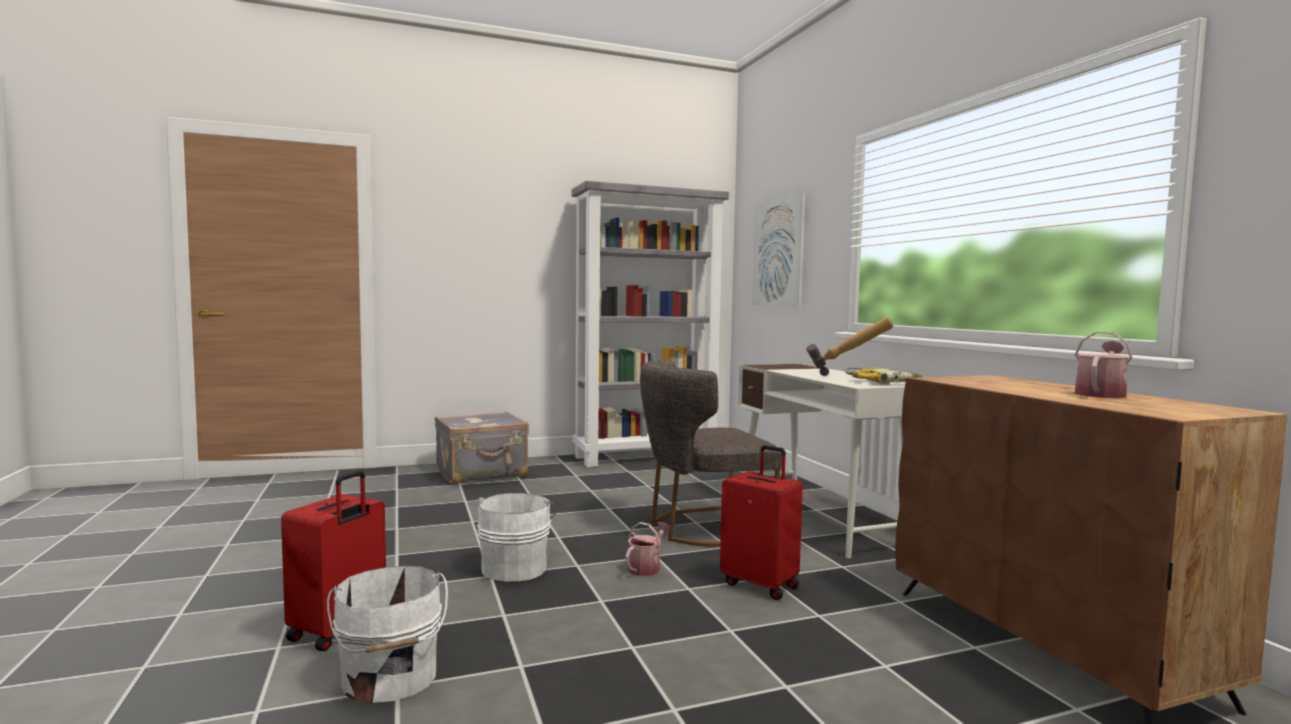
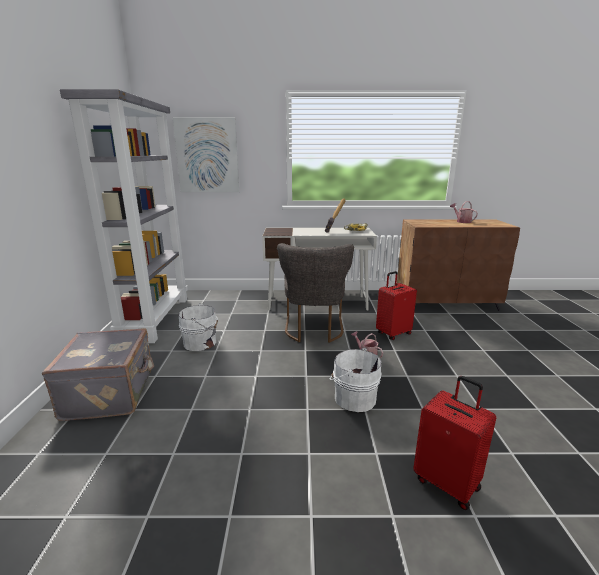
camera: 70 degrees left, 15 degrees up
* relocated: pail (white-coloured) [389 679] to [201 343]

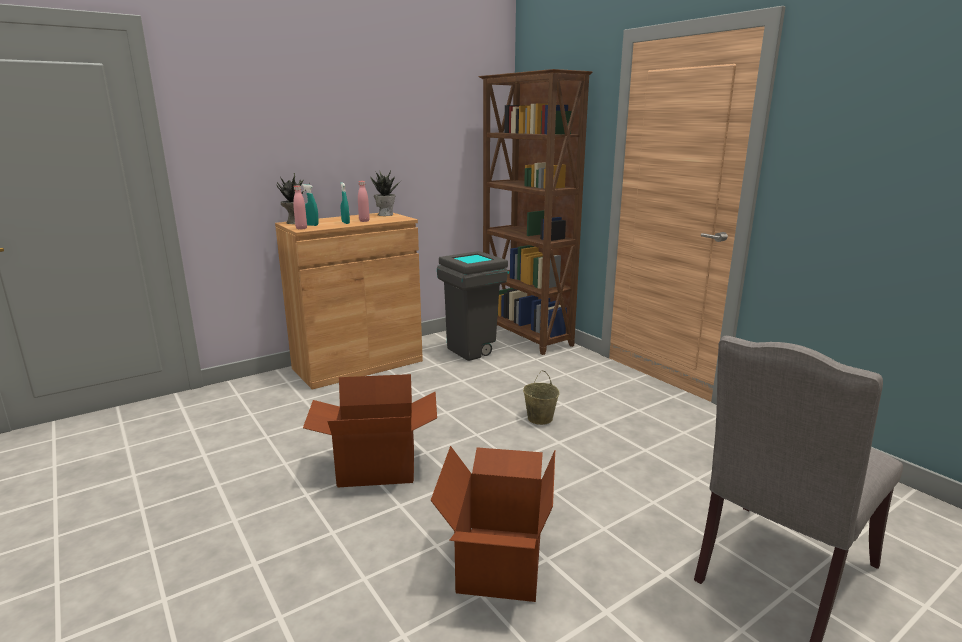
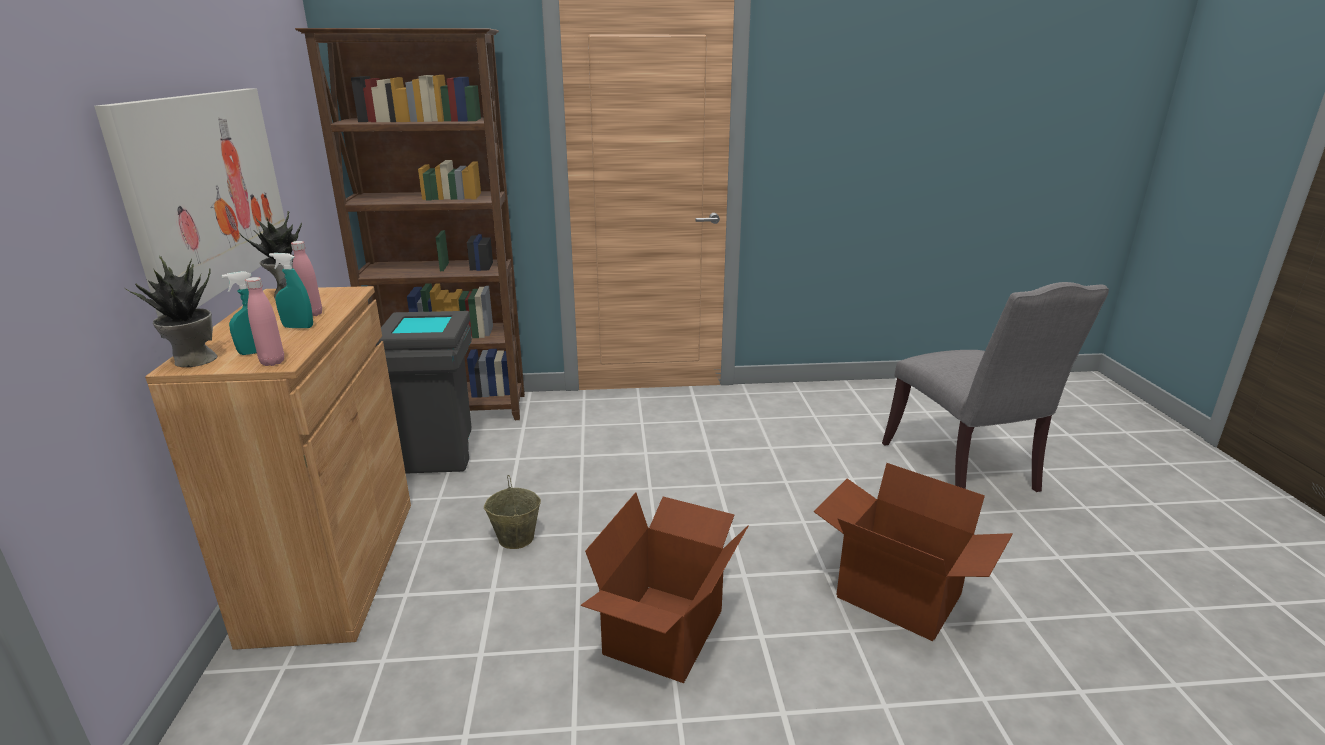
camera: 60 degrees left, 5 degrees up
* relocated: pail (beige-coloured) [539 418] to [515 538]
* appeared: wall art [208 192]

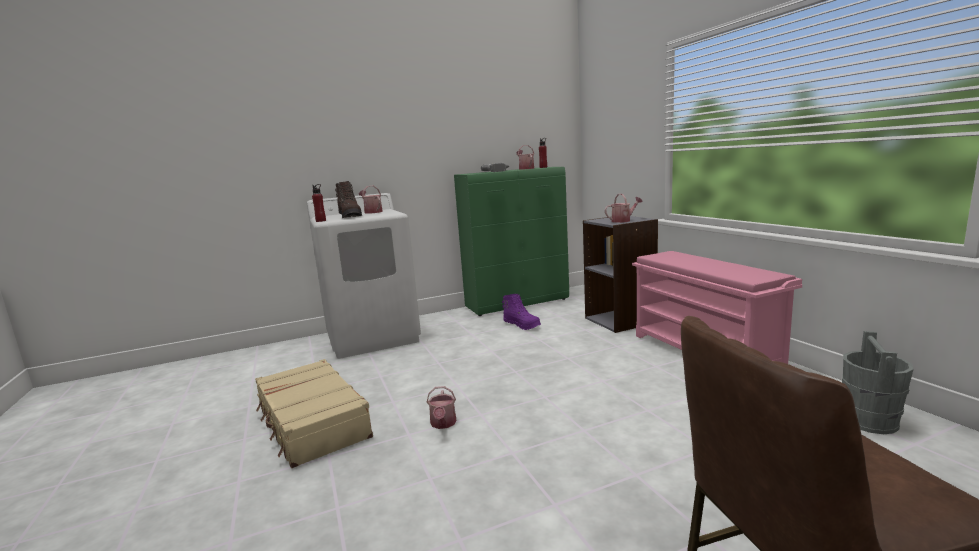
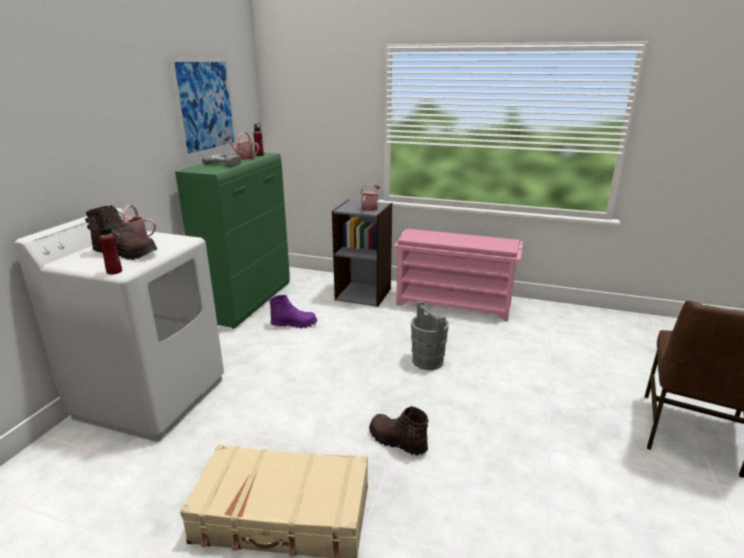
camera: 50 degrees left, 10 degrees up
* exchanged: watering pot [443 424] to tall boot (brown) [397 441]
* relocated: pail (grey) [869 421] to [427 361]
* appeared: wall art [206 106]

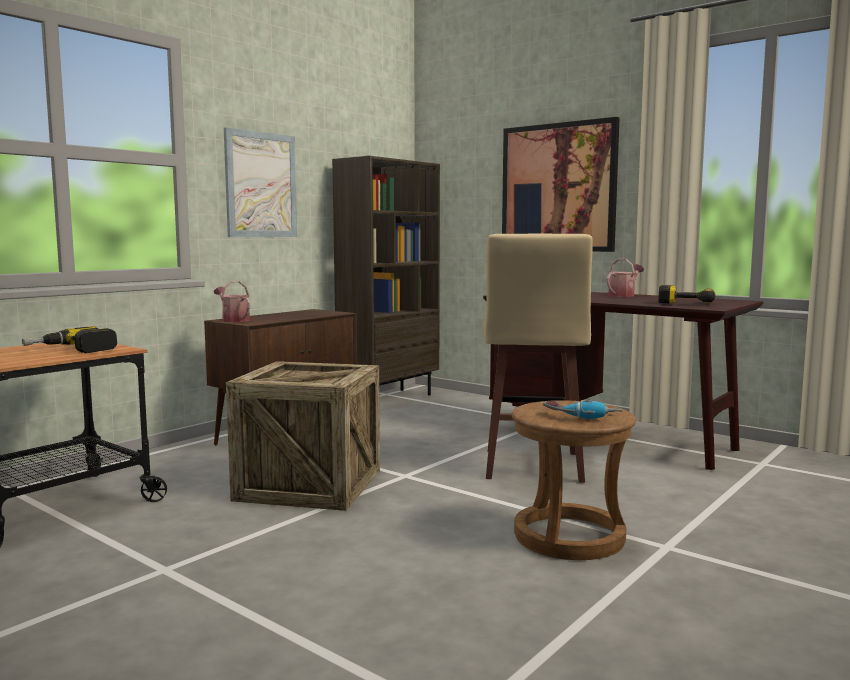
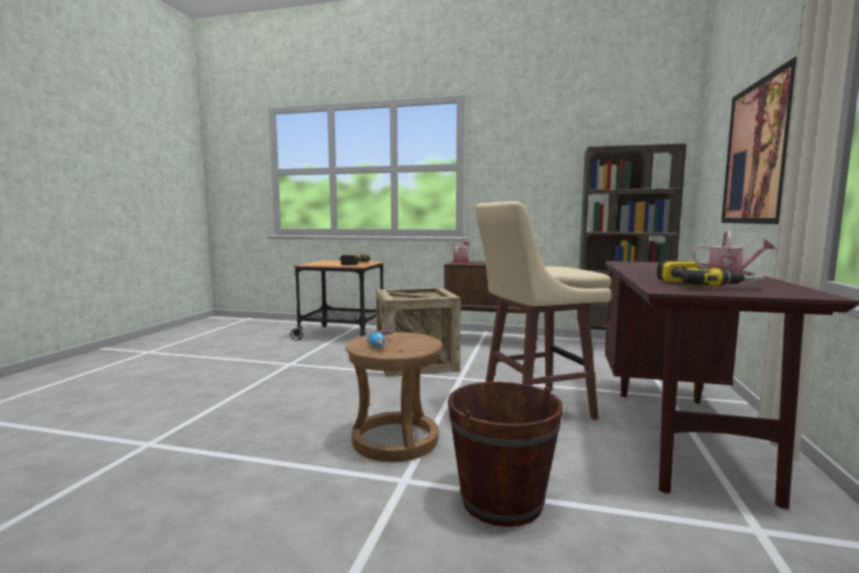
camera: 65 degrees right, 0 degrees up
* missing: wall art [261 185]
* appeared: pail (brown) [501 500]

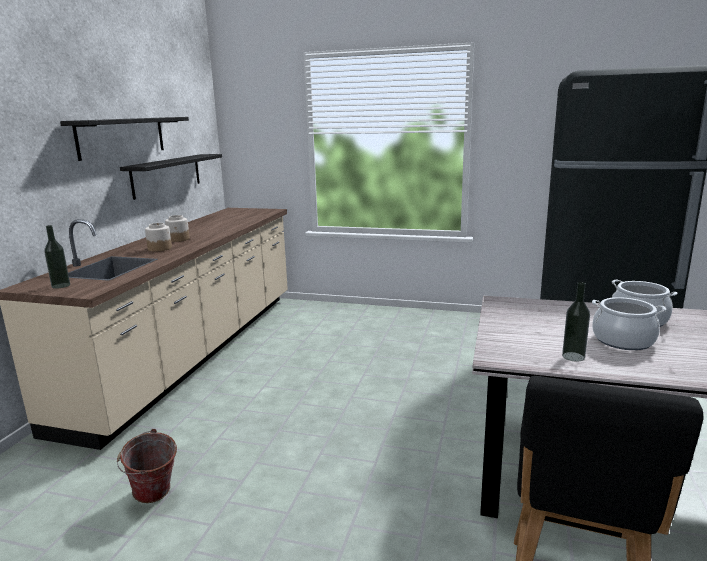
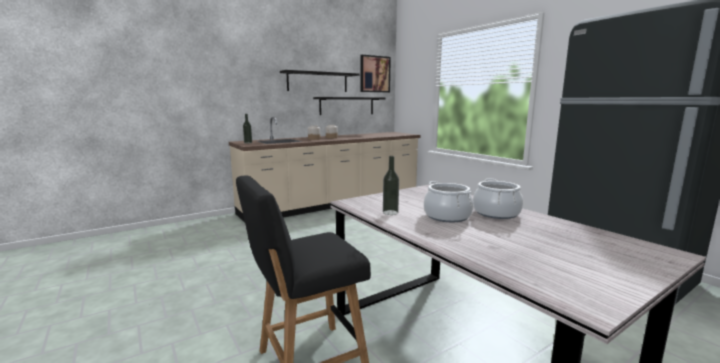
camera: 40 degrees right, 5 degrees down
* missing: pail [154 497]
* appeared: wall art [374 74]

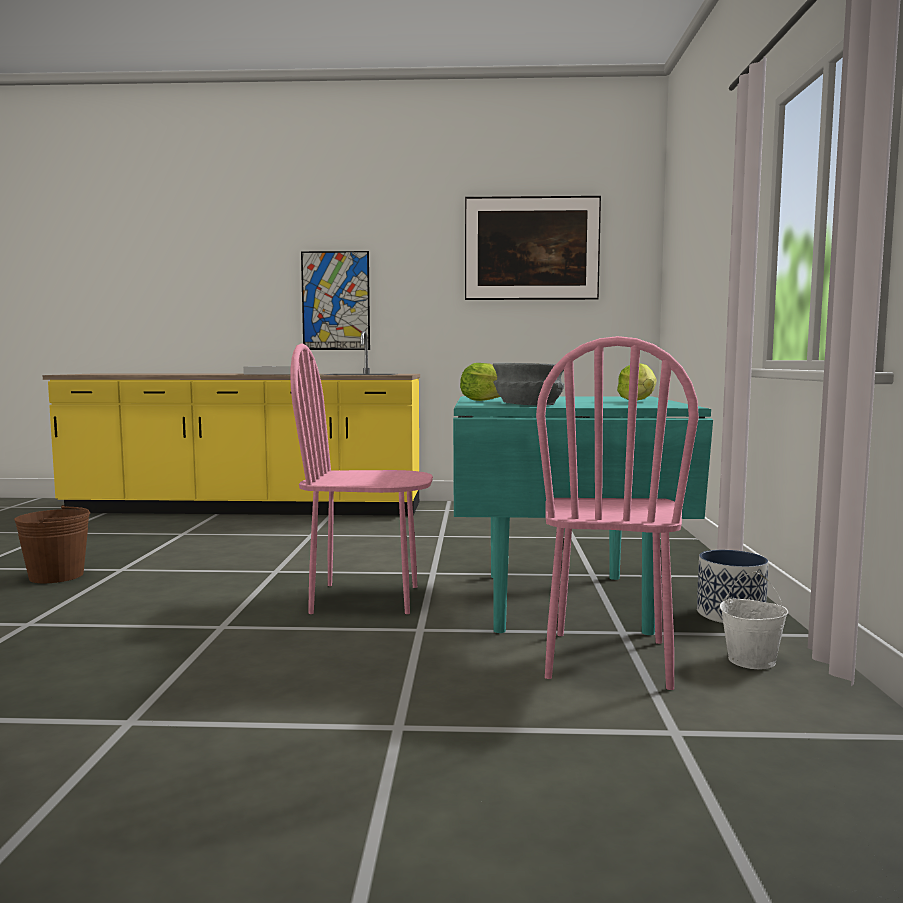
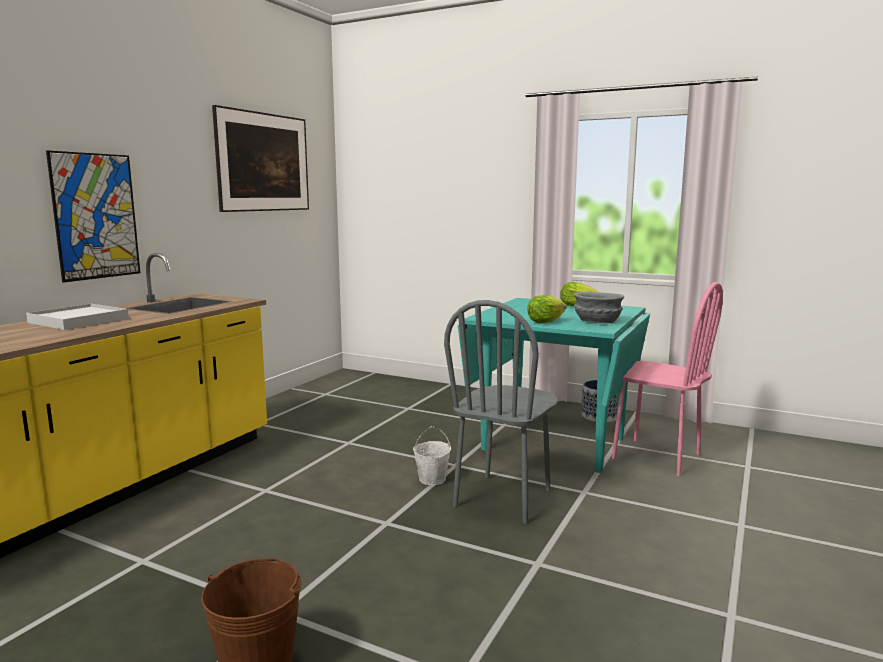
camera: 65 degrees left, 5 degrees up
* colour: plain chair (pink-coloured) [365 599] to plain chair (grey) [503 498]
* relocated: pail (white-coloured) [752 661] to [432 479]

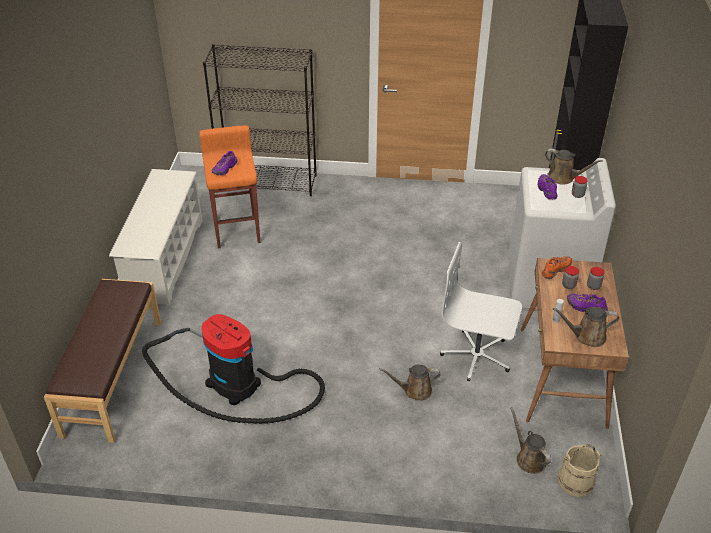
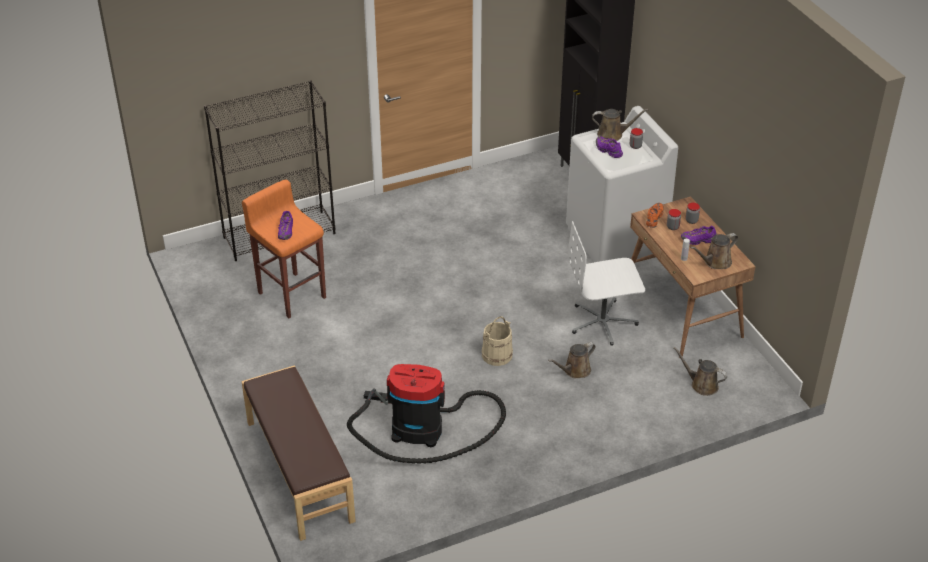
camera: 30 degrees left, 0 degrees up
* missing: shoe stand (white-coloured) [165 259]
* relocated: pail (beige-coloured) [576 481] to [497 355]

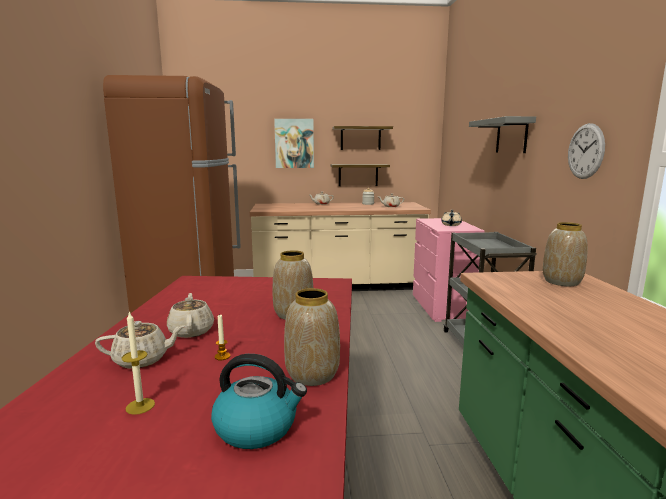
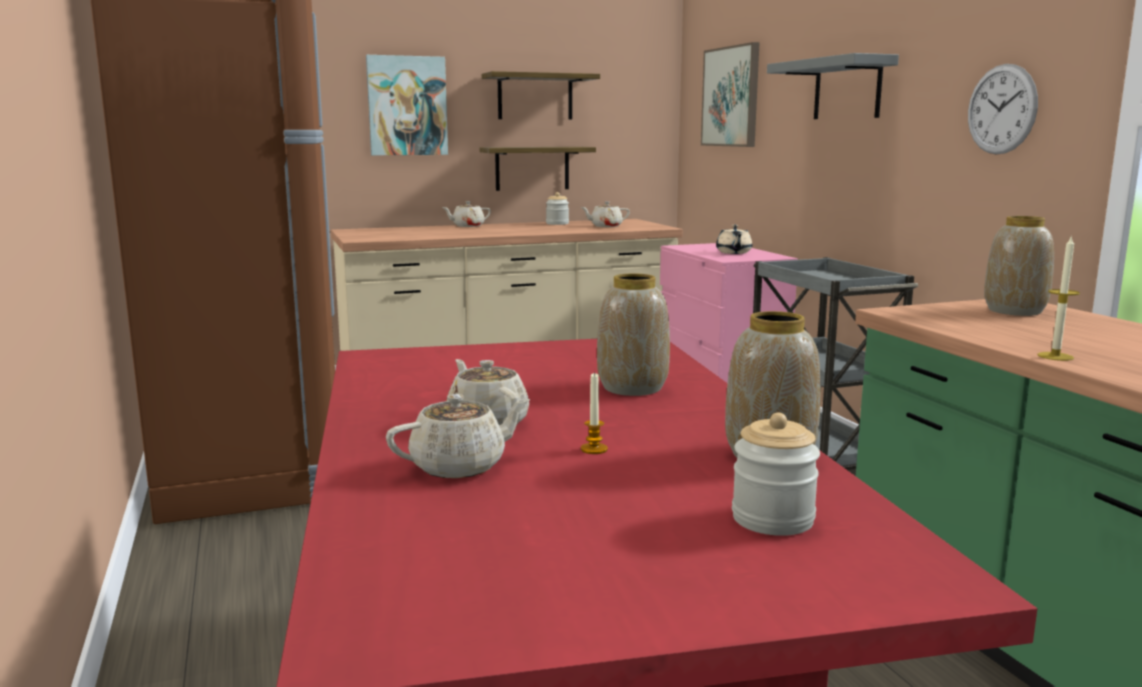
camera: 15 degrees left, 0 degrees up
* relocated: candle [140 406] to [1055 356]
* exchanged: kettle [257 427] to storage jar [772 519]
* appeared: wall art [731 97]

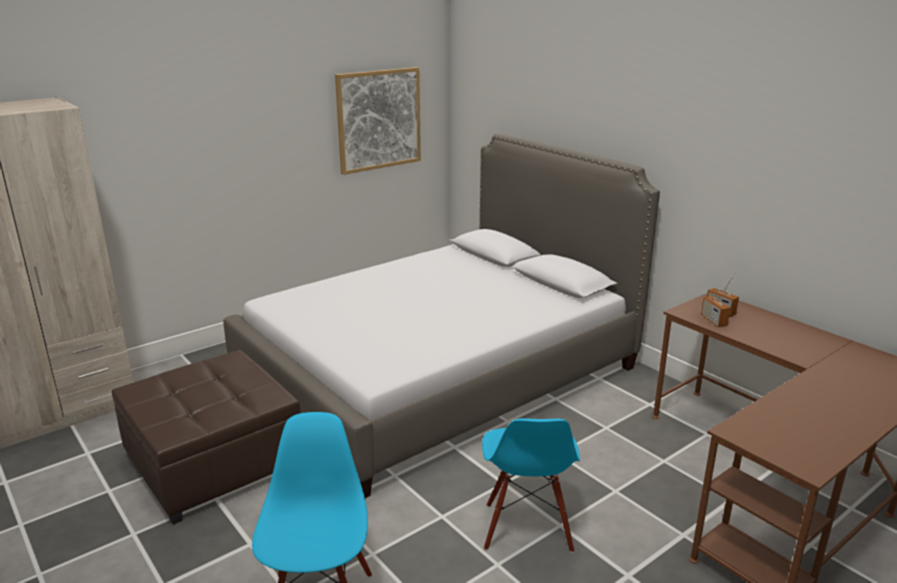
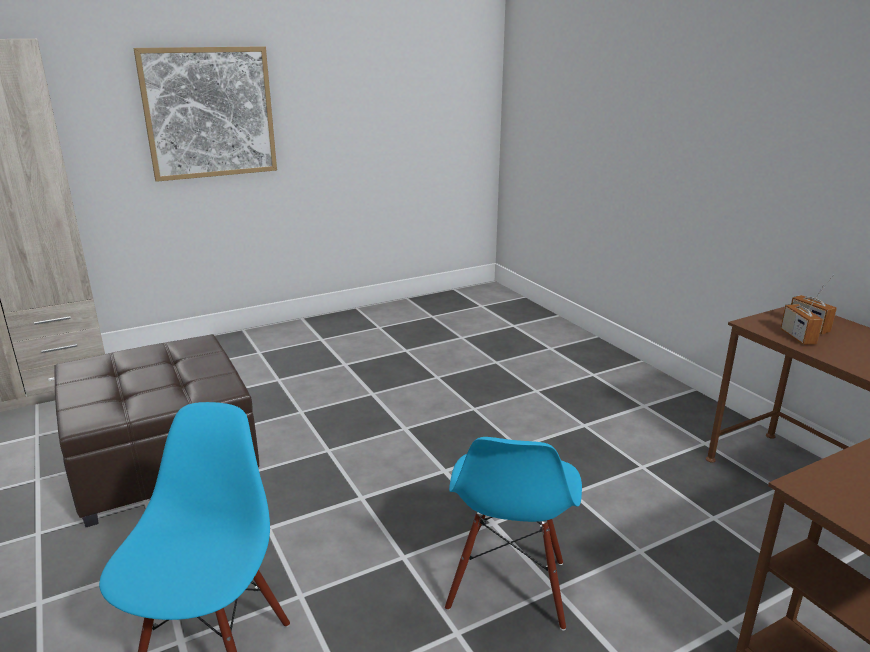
camera: 10 degrees right, 0 degrees up
* missing: sleeping bed [438 372]
* relocated: wall art [379 119] to [209 113]

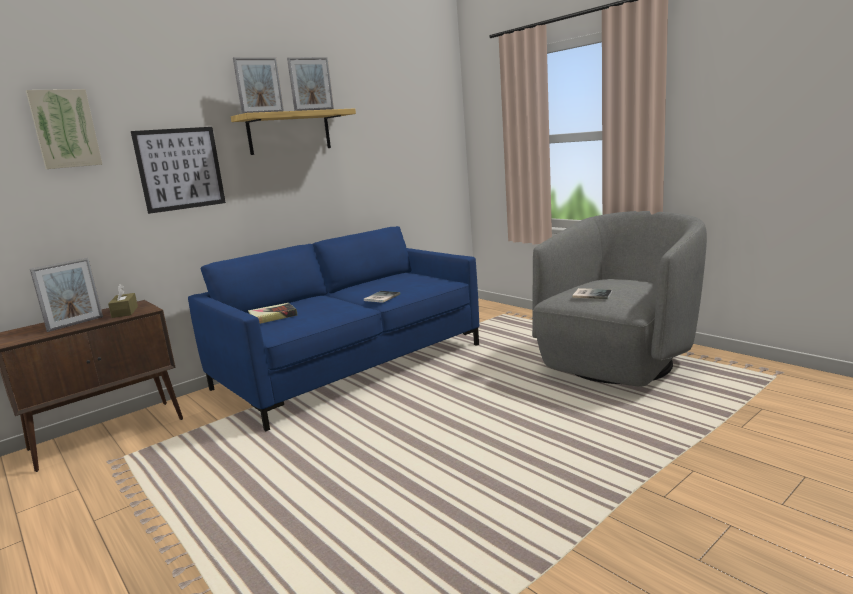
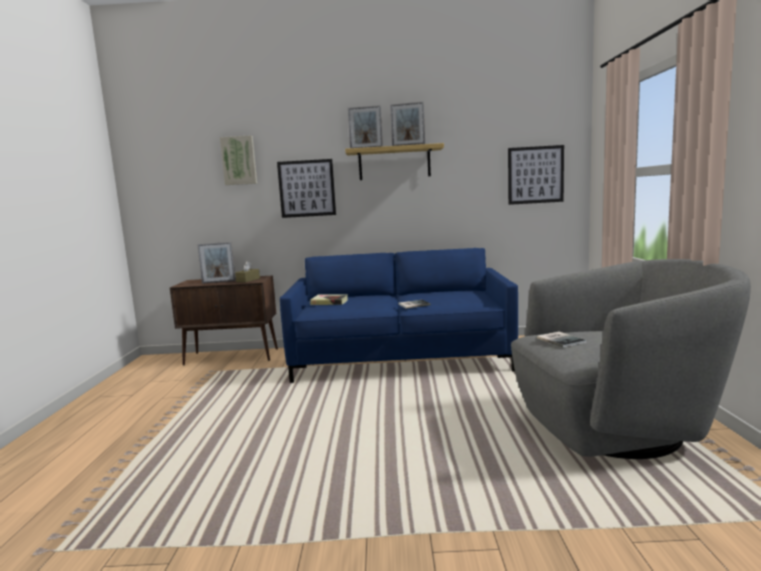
camera: 40 degrees right, 5 degrees down
* appeared: wall art [535 175]

